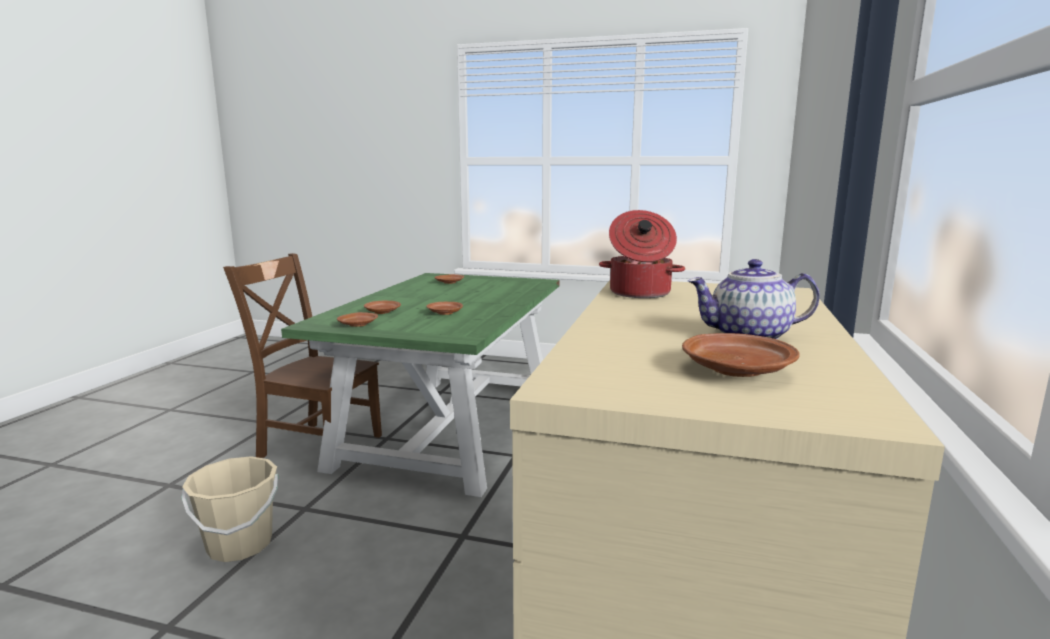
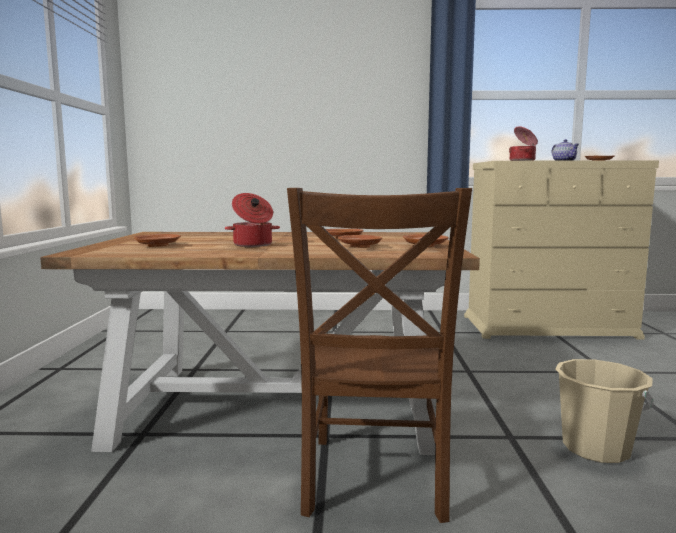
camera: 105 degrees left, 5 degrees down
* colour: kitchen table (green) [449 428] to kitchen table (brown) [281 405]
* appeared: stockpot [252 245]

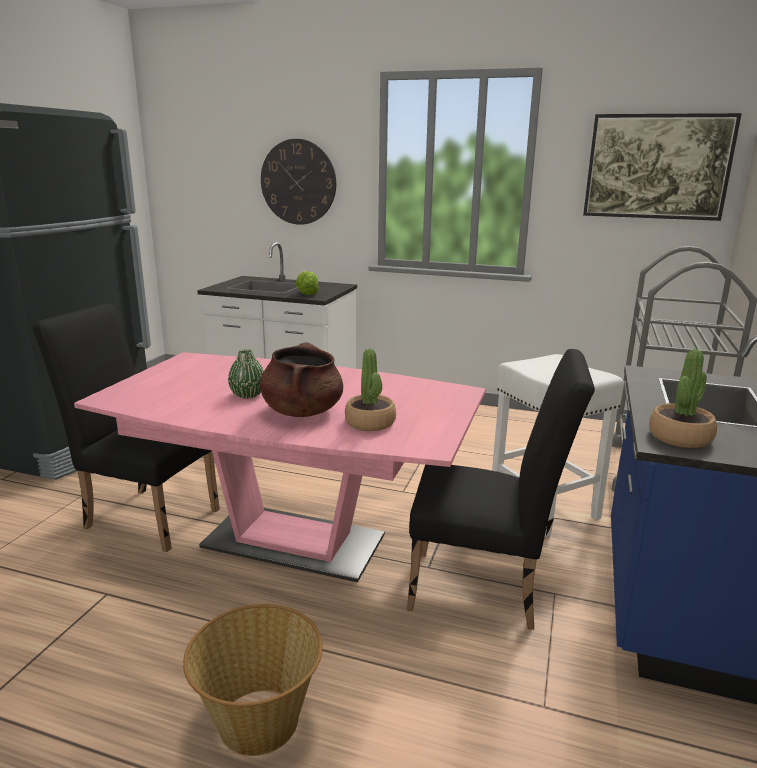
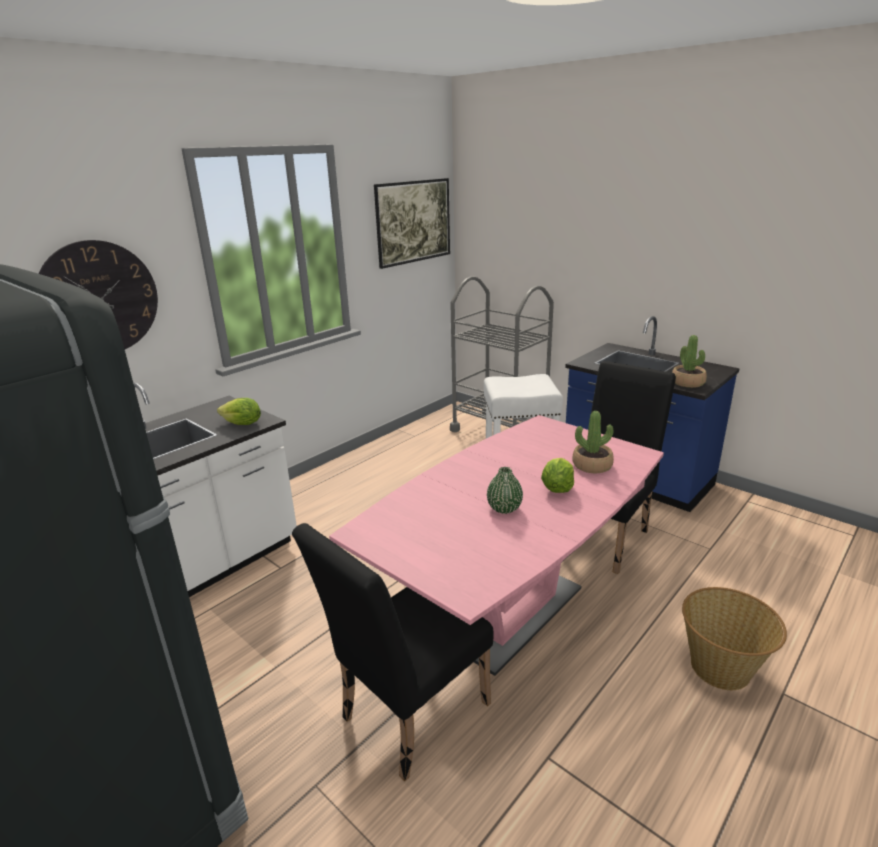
camera: 65 degrees left, 5 degrees up
* exchanged: stockpot (brown) [302 411] to head of lettuce [557 488]

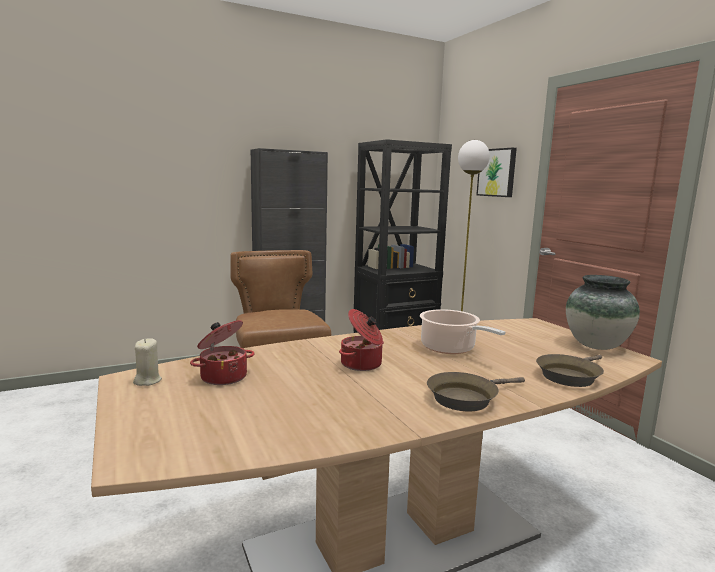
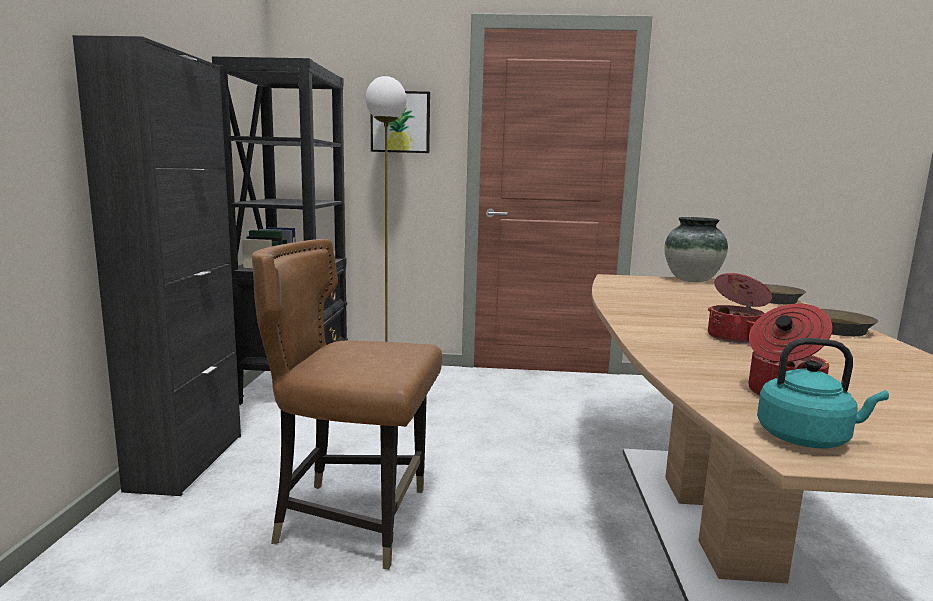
camera: 60 degrees left, 0 degrees up
* exchanged: candle (beige-coloured) [147 381] to kettle (turquoise) [807 438]
* missing: stockpot [450 348]

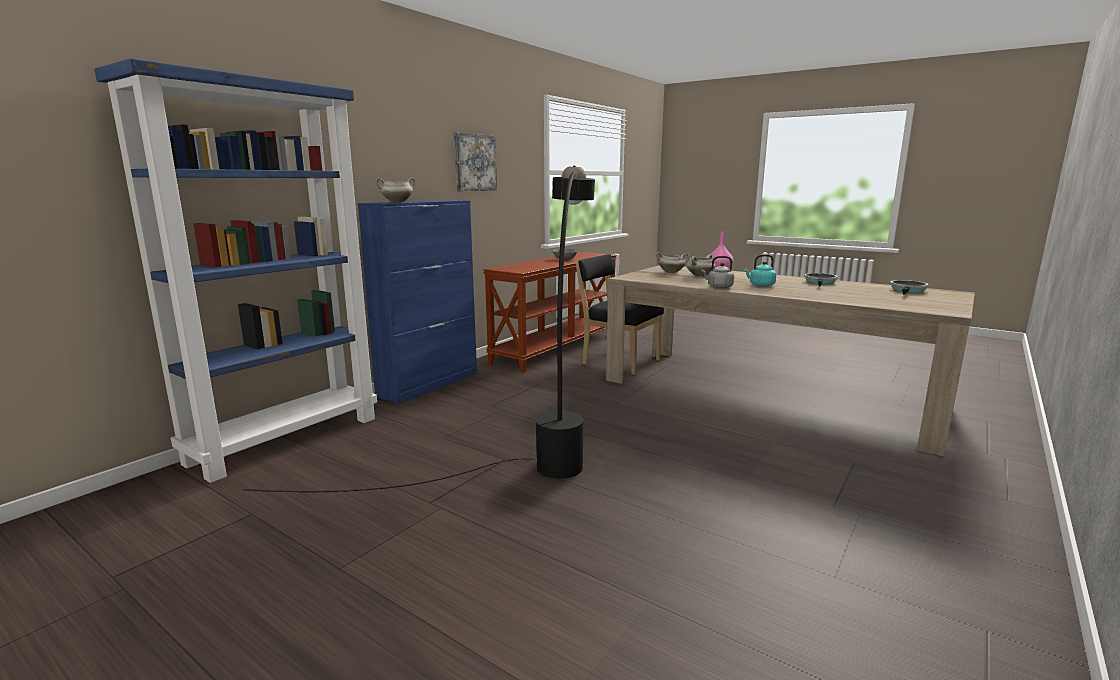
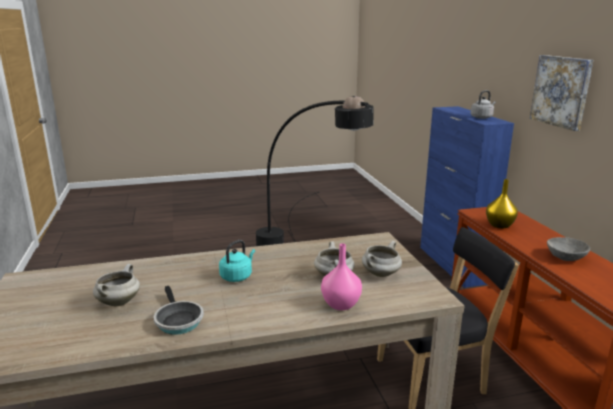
camera: 130 degrees right, 5 degrees up
* missing: bookcase (bluish) [287 439]
* relocated: stockpot (white-coloured) [397 202] to [119 302]
* relocated: kettle (grey) [718 287] to [482 117]
* missing: skillet [908 291]
* appeared: decorative vase (yellowish) [500 225]

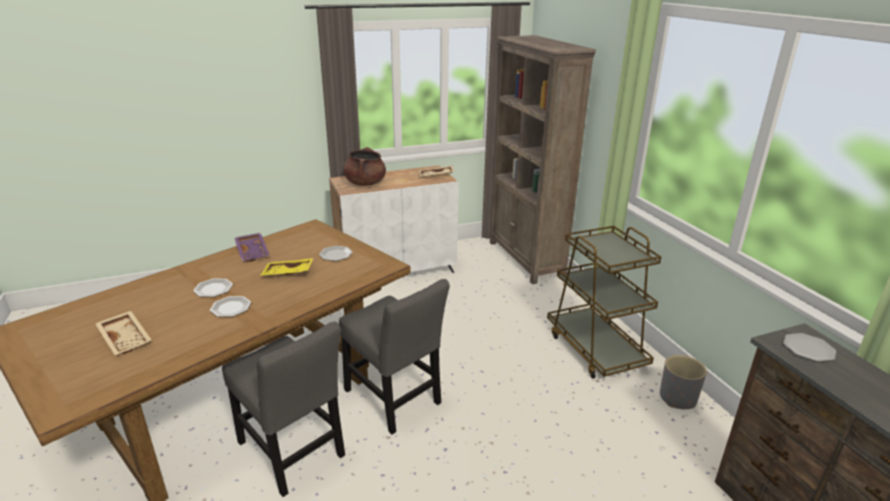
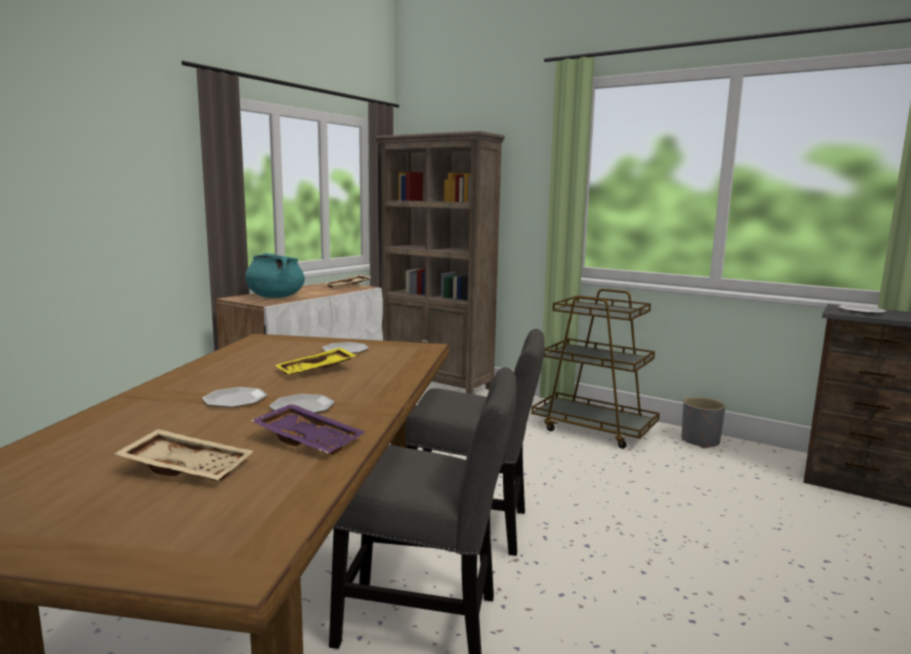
camera: 35 degrees left, 15 degrees down
* relocated: tray (purplish) [253 252] to [310 440]
* colour: stockpot (brown) [365 183] to stockpot (turquoise) [275 297]

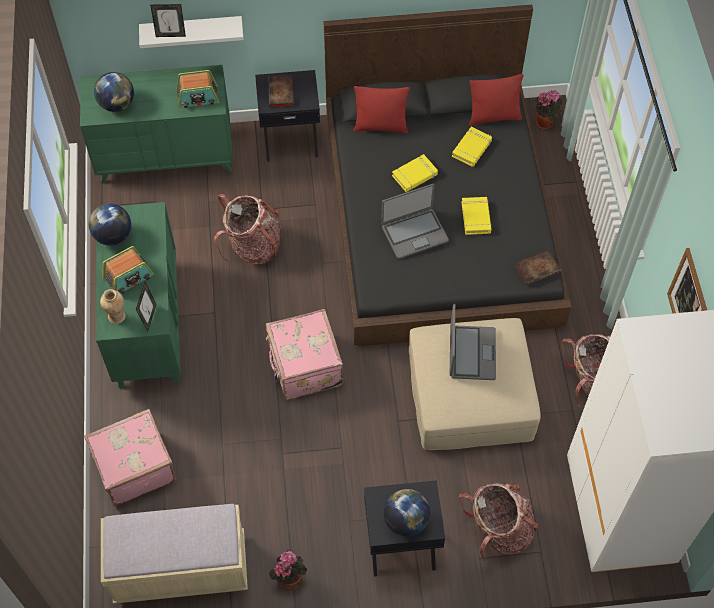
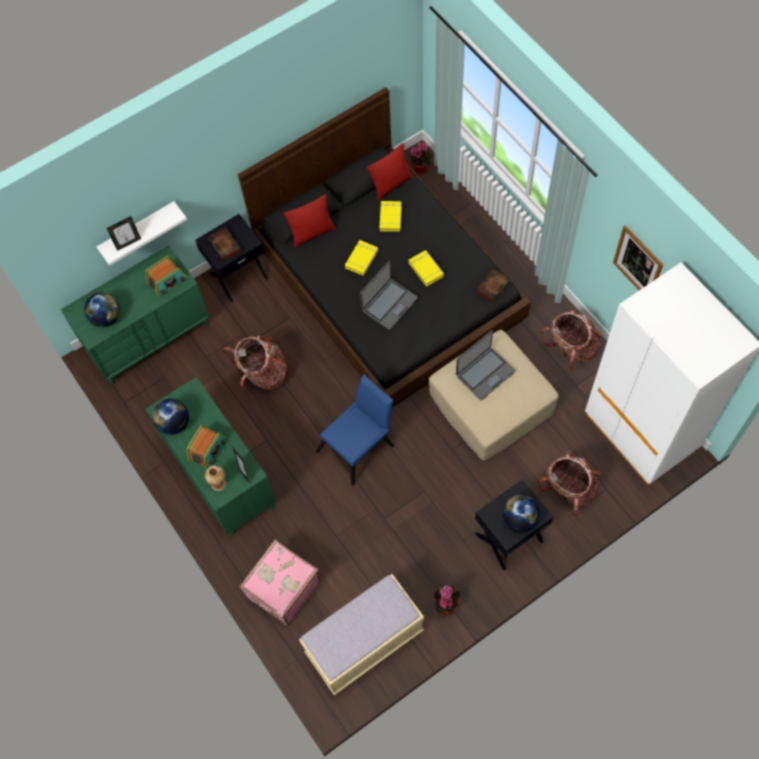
camera: 25 degrees left, 5 degrees up
* exchanged: travel case (pink-coloured) [304 367] to plain chair (bluish) [359 445]
* spun: laptop [471 353] = [484 373] 75 degrees clockwise

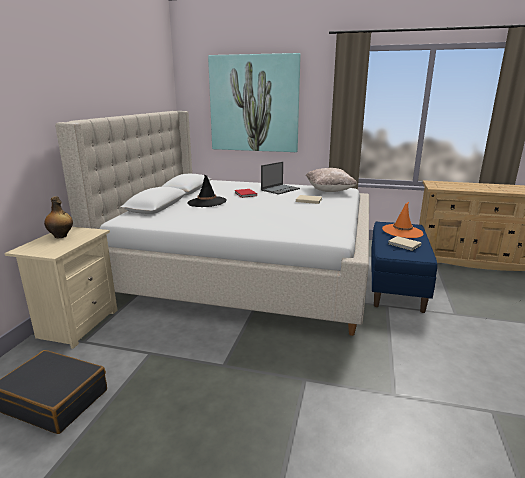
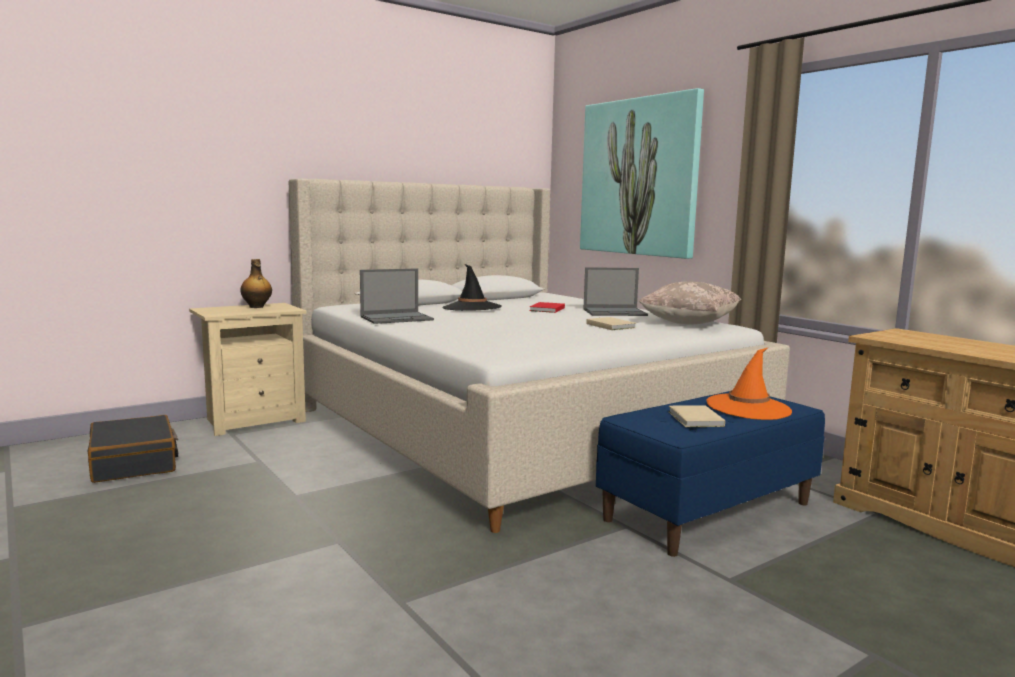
camera: 40 degrees right, 10 degrees down
* appeared: laptop [397 318]

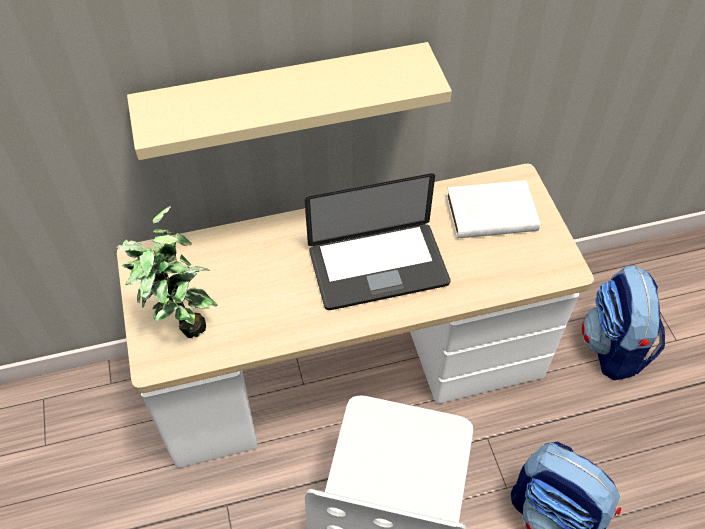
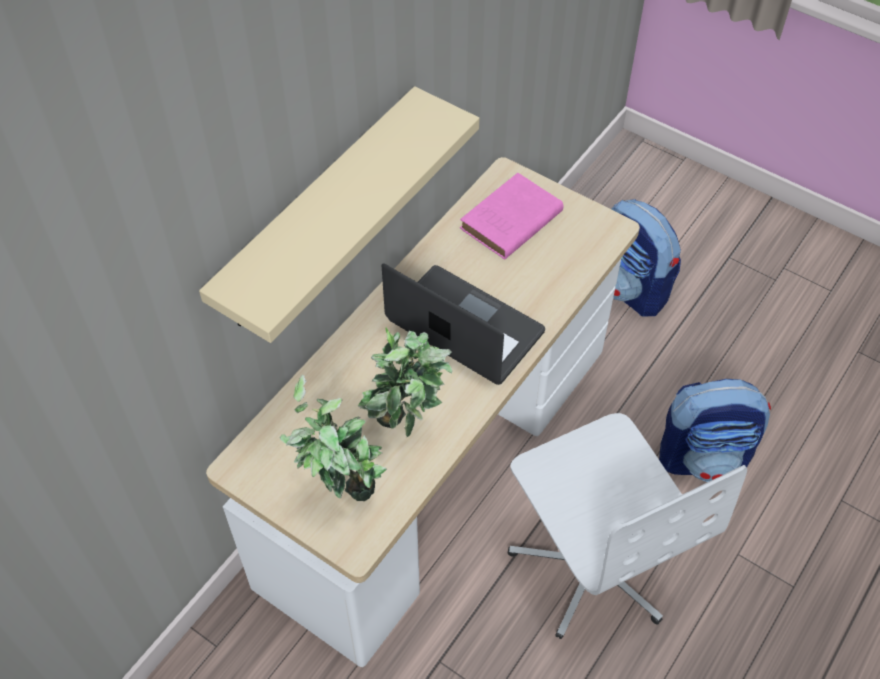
camera: 40 degrees left, 0 degrees up
* spun: laptop [378 267] = [465 327] 90 degrees counterclockwise
* colour: bound book (white-coloured) [488 214] to bound book (pink-coloured) [509 222]
* appeared: plant in a pot [406 425]

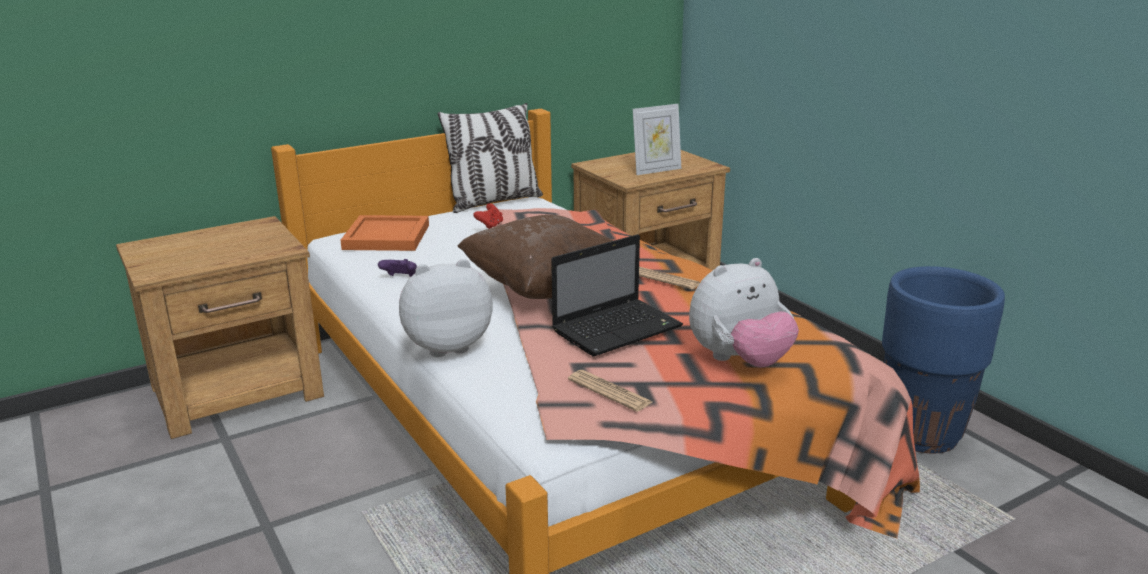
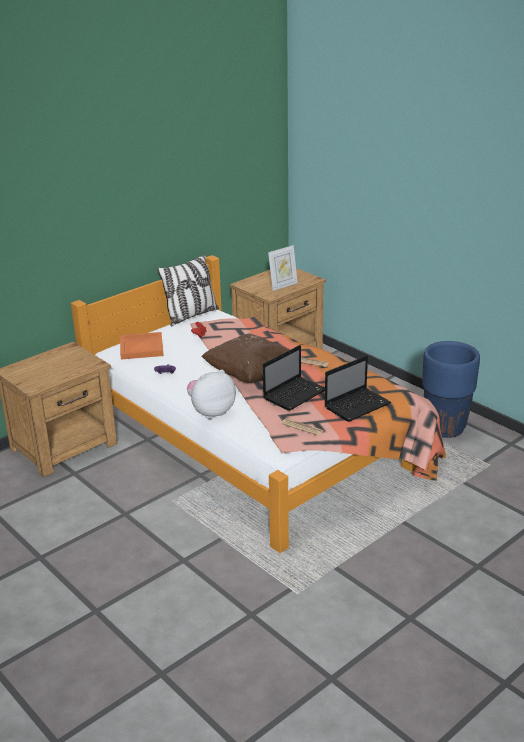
camera: 10 degrees left, 5 degrees up
* exchanged: soft toy [739 361] to laptop [358 405]

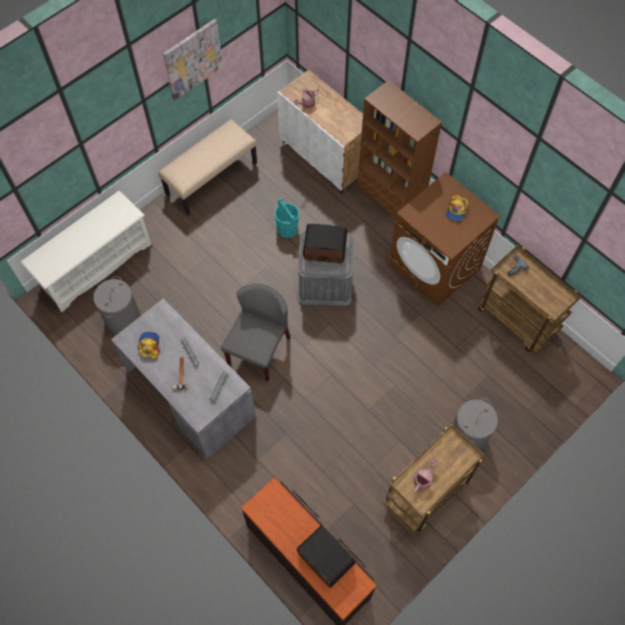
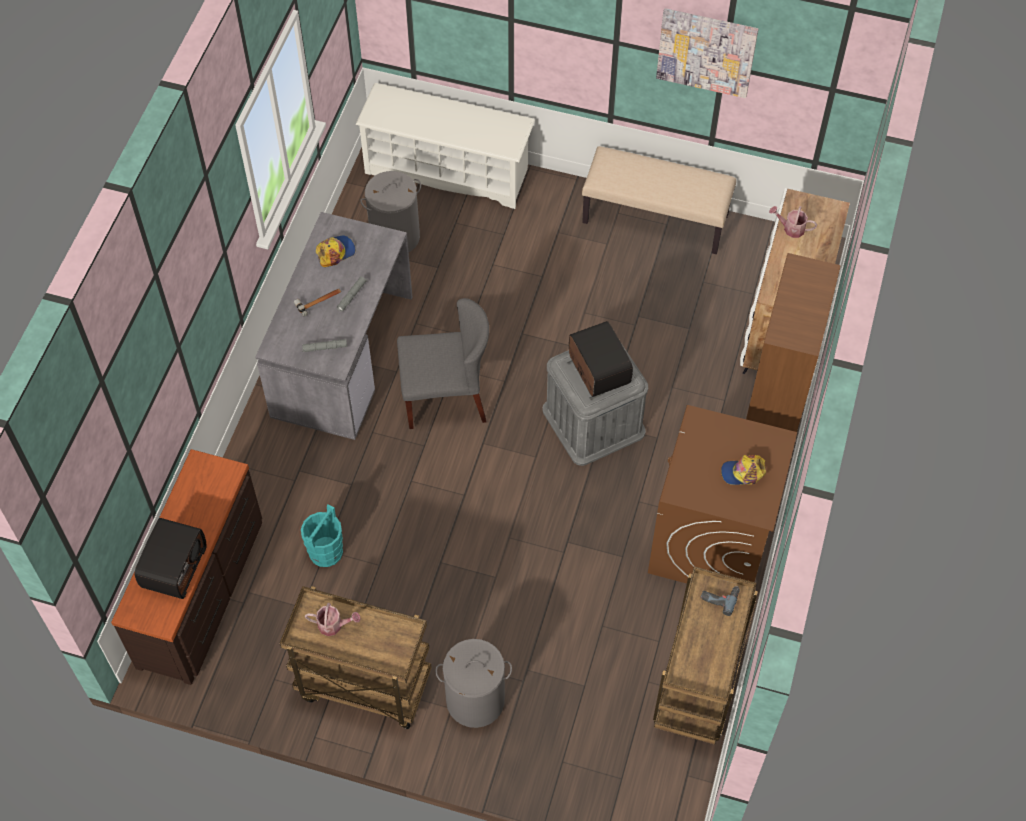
camera: 60 degrees right, 5 degrees down
* relocated: pail (turquoise) [287 229] to [325 552]

